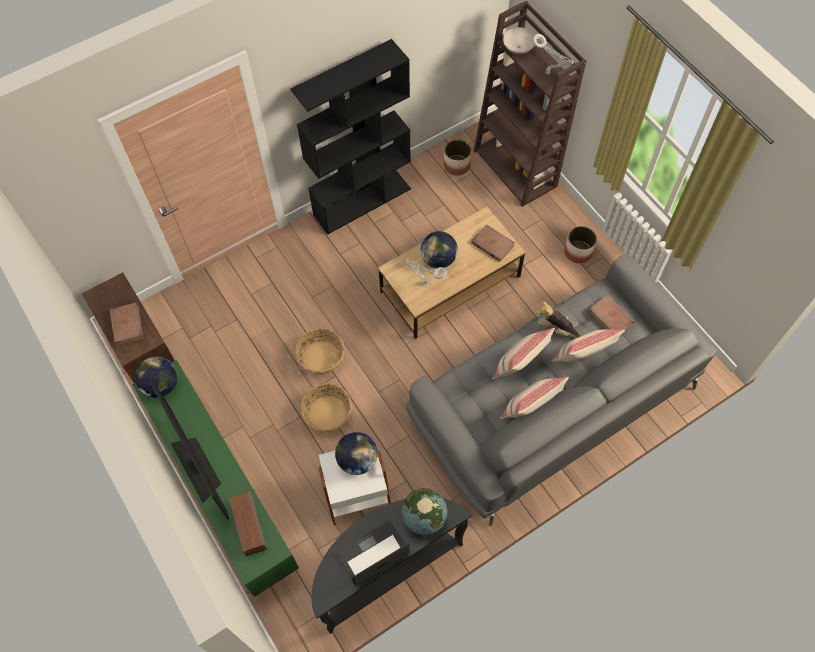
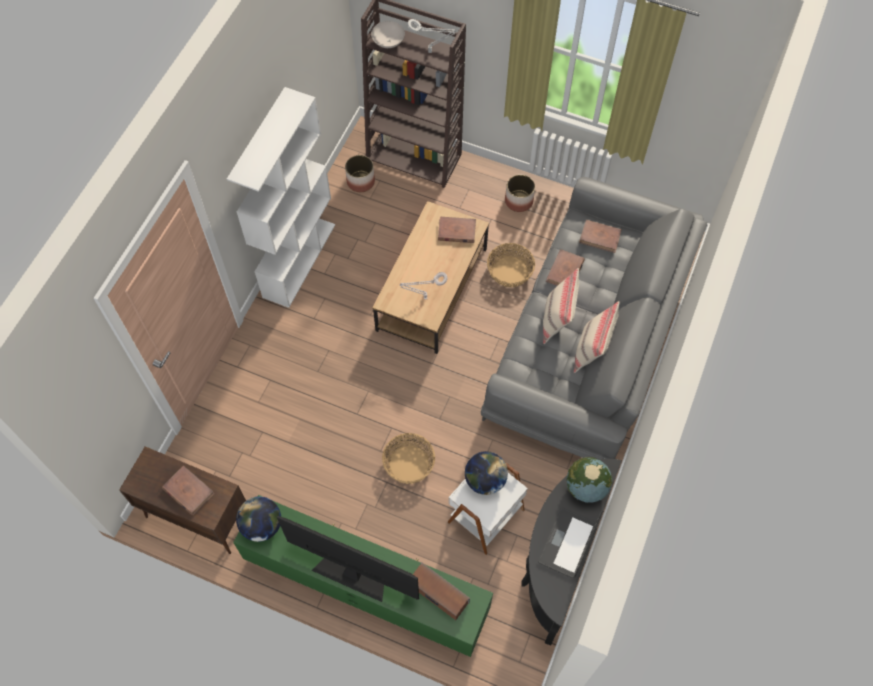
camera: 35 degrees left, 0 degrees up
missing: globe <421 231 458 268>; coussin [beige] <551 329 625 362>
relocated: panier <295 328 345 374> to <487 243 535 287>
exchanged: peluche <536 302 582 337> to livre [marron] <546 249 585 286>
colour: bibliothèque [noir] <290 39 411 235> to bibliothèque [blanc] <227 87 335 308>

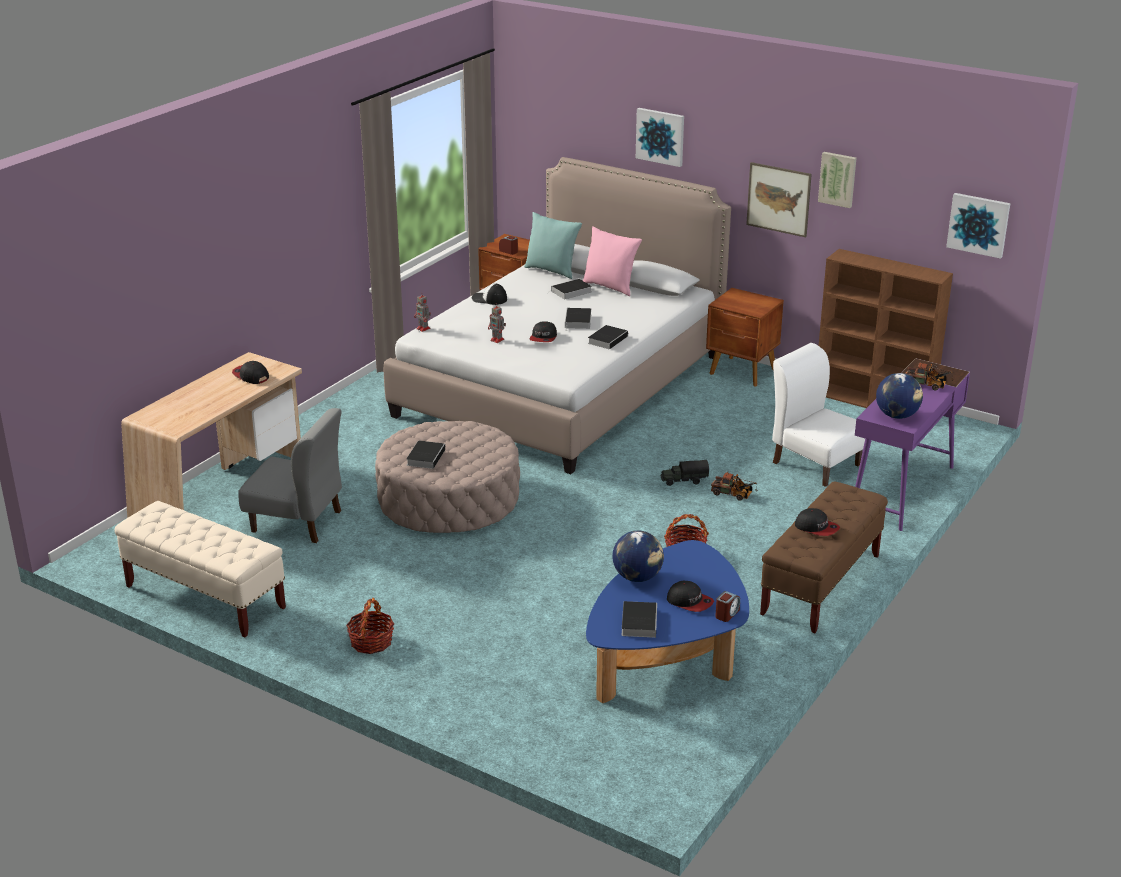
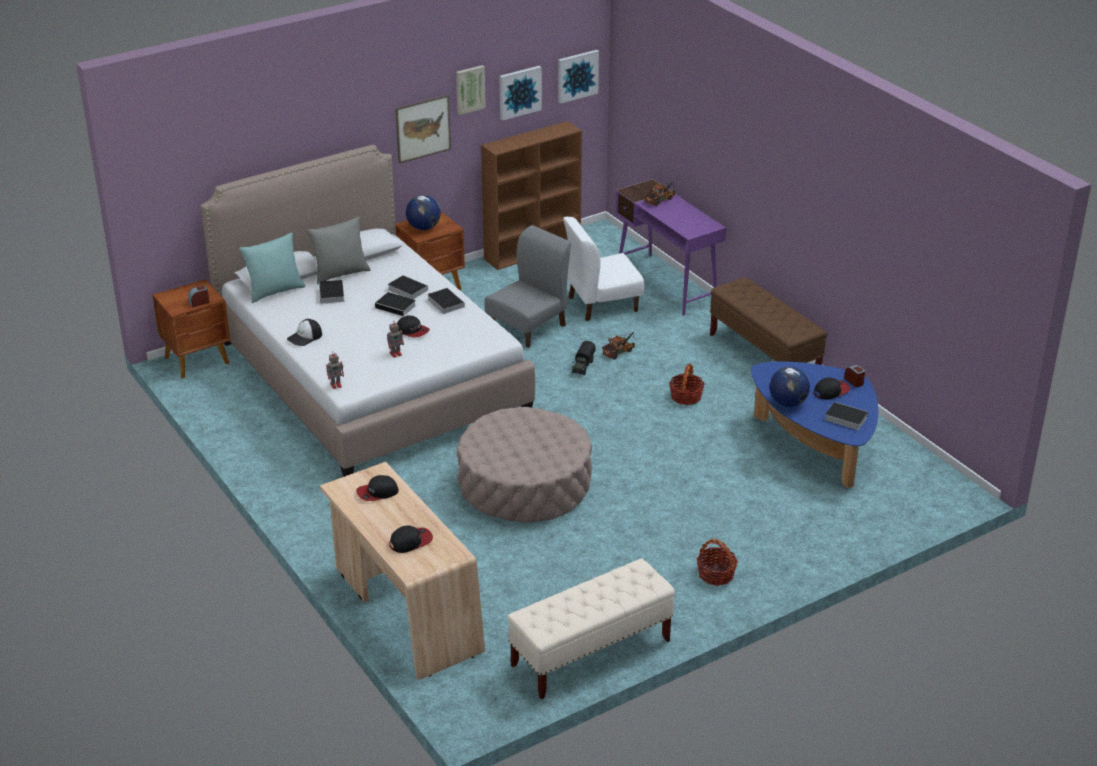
camera: 65 degrees left, 5 degrees up
relocated: tableau <636 108 684 167> to <499 66 542 121>; globe <876 373 923 419> to <406 195 441 230>; chaise [gris] <238 408 342 543> to <484 225 571 348>; livre <406 441 445 469> to <388 275 428 299>; casquette <795 508 840 536> to <389 525 433 553>
colour: coussin [rose] <583 226 642 296> to coussin [gris] <307 217 370 284>

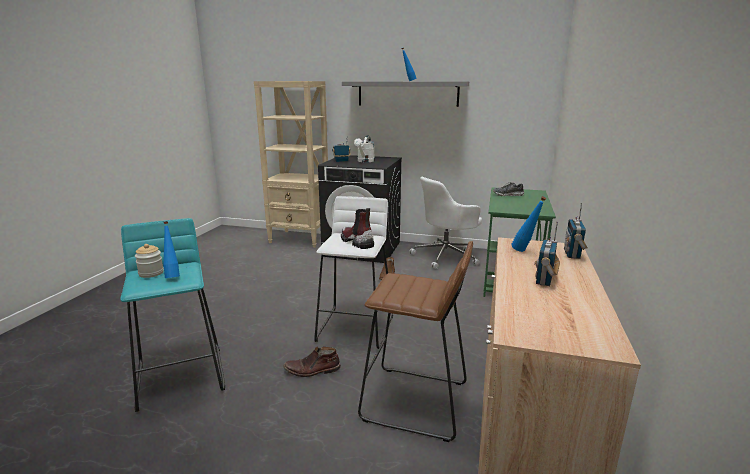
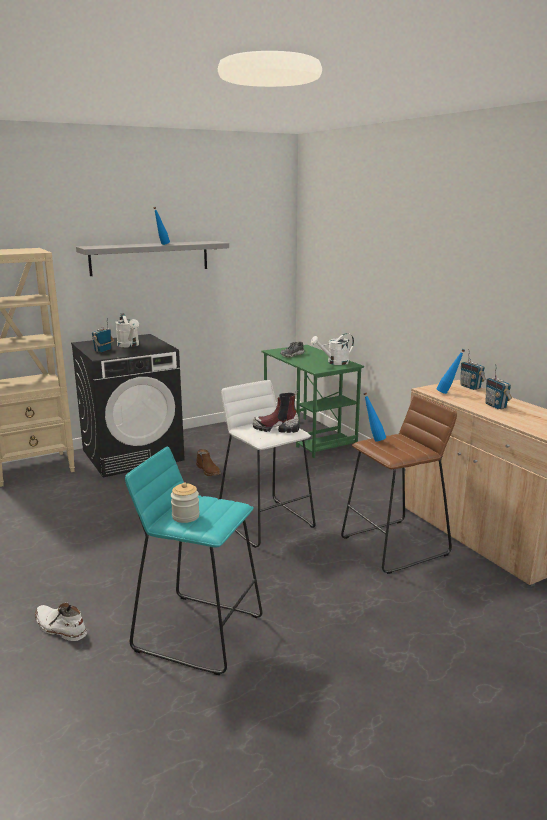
camera: 45 degrees left, 0 degrees up
missing: chaise de bureau [blanc] <409 176 482 269>; botte [marron] <283 347 341 377>
appeared: arrosoir [blanc] <311 333 354 365>; botte [blanc] <35 603 87 641>
relocated: bouteille [bleu] <163 221 180 278> to <363 392 386 442>

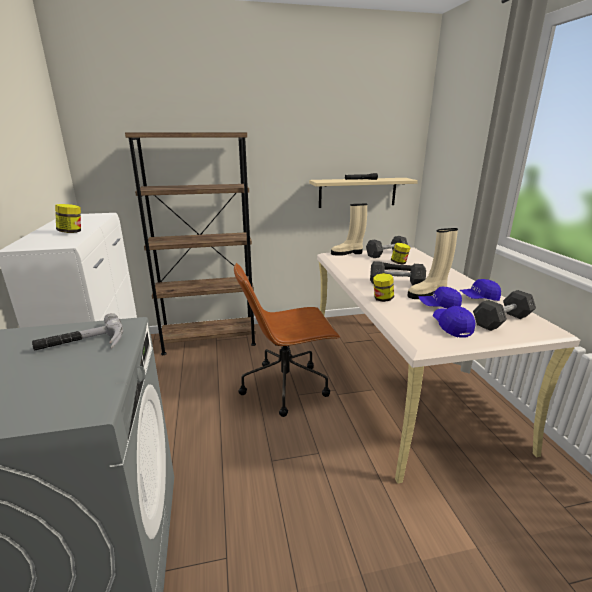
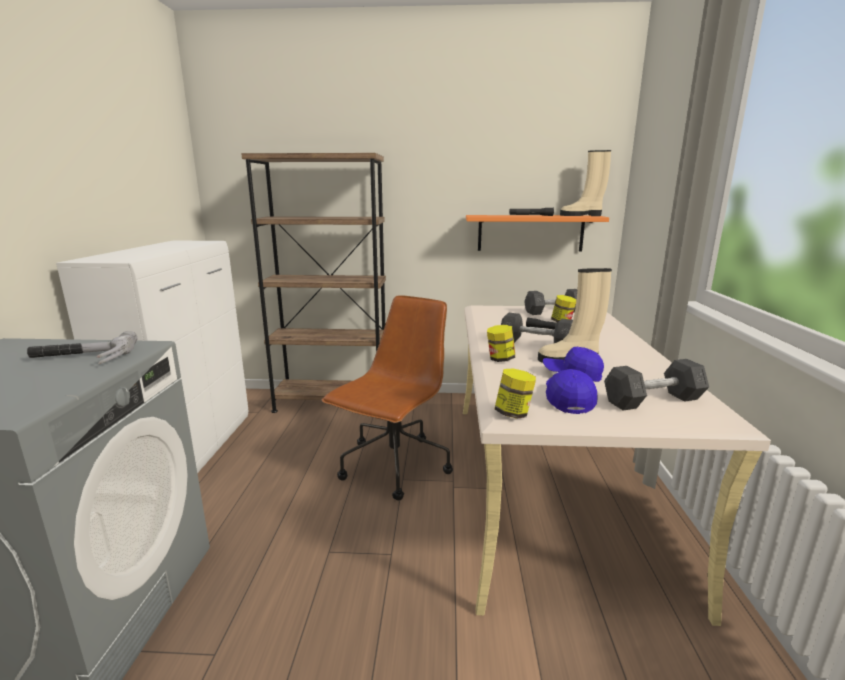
camera: 15 degrees right, 5 degrees down
missing: casquette [bleu] <460 279 501 301>
relocated: bocal <55 204 81 233> to <495 368 536 419>; botte [beige] <331 204 367 256> to <560 150 611 216>
colour: étagère [beige] <309 178 418 208> to étagère [orange] <466 215 609 251>
spun: chaise de bureau [marron] <234 263 340 417> = <322 295 453 501> 120 degrees clockwise

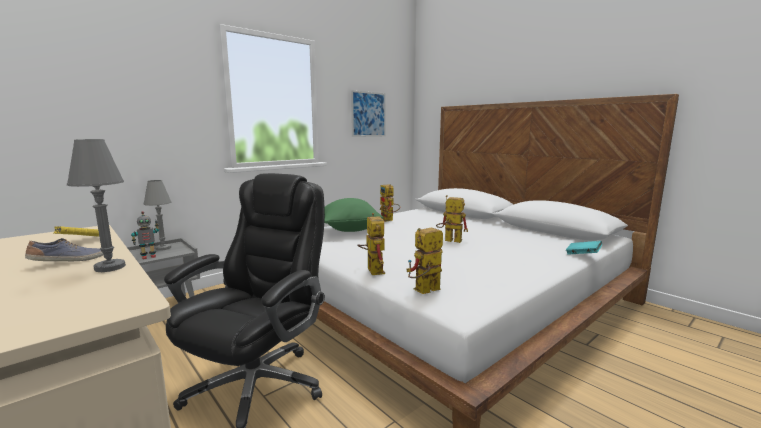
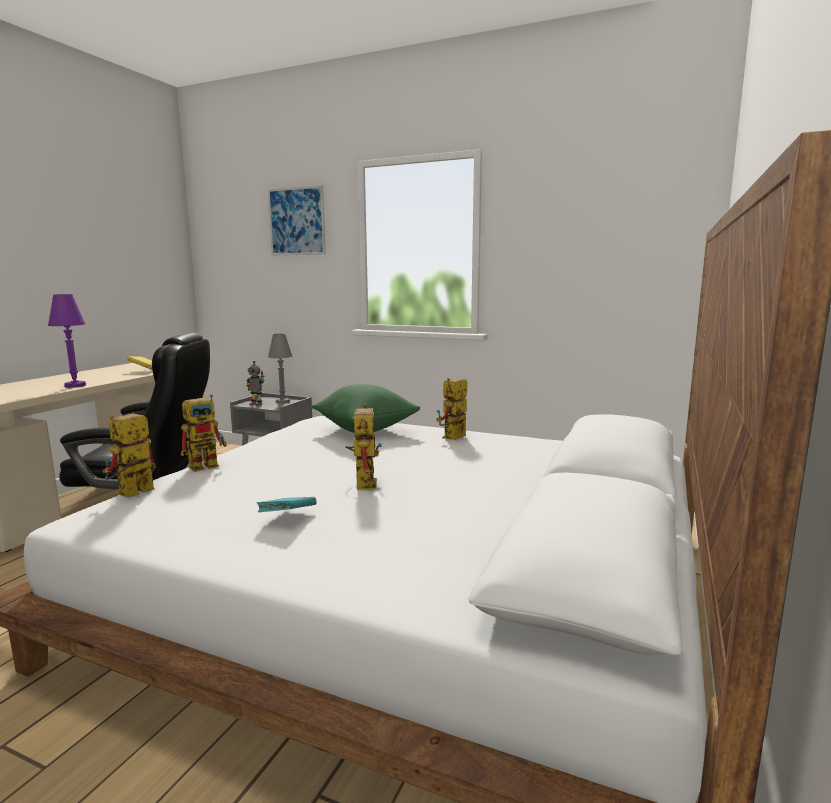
camera: 65 degrees right, 0 degrees up
missing: chaussure <25 238 103 261>
relocated: tableau <351 91 386 137> to <268 185 326 256>; livre [turquoise] <566 241 602 255> to <257 497 317 512>
colour: lampe de table [gris] <67 139 126 272> to lampe de table [violet] <48 294 86 388>
spun: robot jouet <406 228 443 294> = <102 414 156 497> 90 degrees counterclockwise

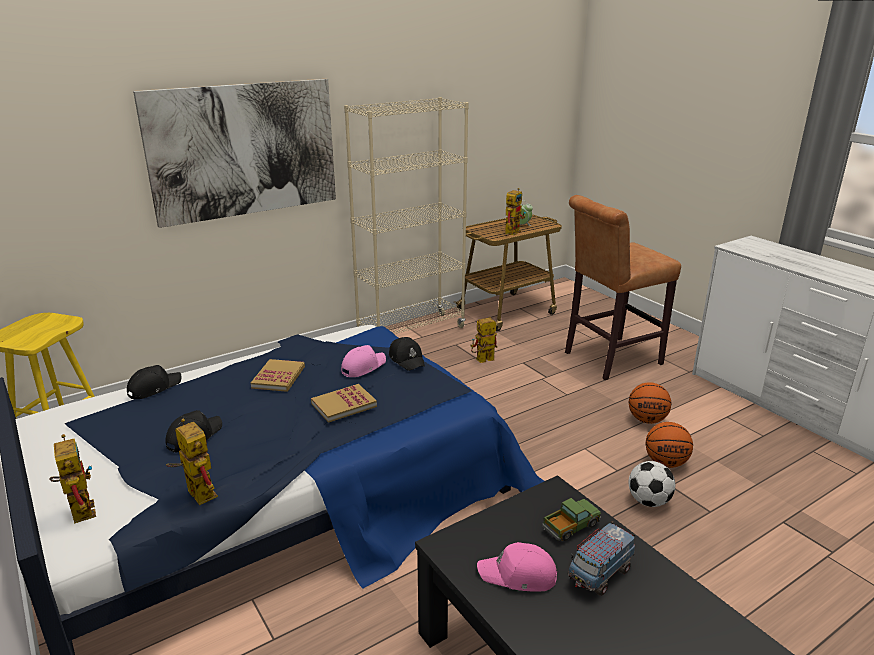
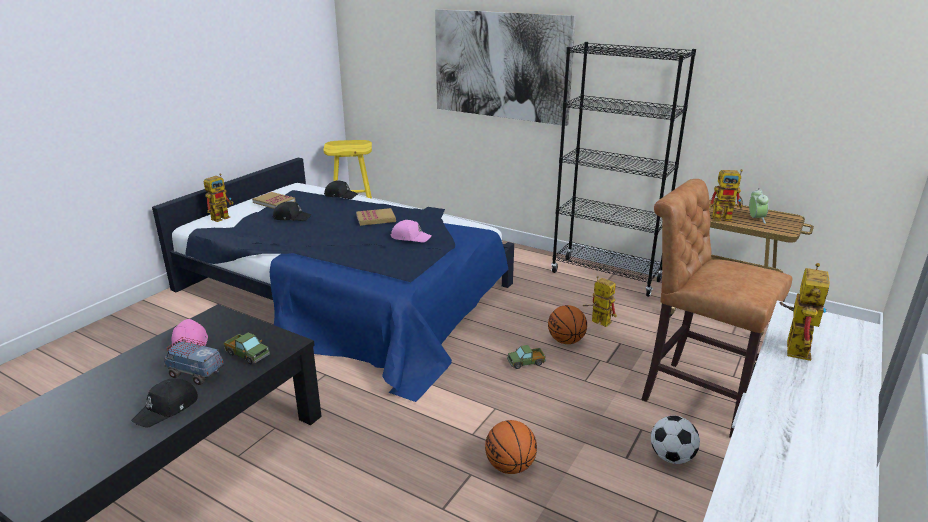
camera: 65 degrees right, 0 degrees up
appeared: camion jouet <507 345 546 369>
relocated: casquette [noir] <389 337 425 371> to <131 378 198 428>; ballon de basket <629 382 671 424> to <548 305 587 344>; livre <311 384 377 423> to <252 192 295 209>; robot jouet <166 419 218 505> to <780 263 830 361>; ballon de foot <629 461 675 507> to <651 416 700 464>
colour: bibliothèque [beige] <344 97 469 334> to bibliothèque [noir] <551 42 696 297>

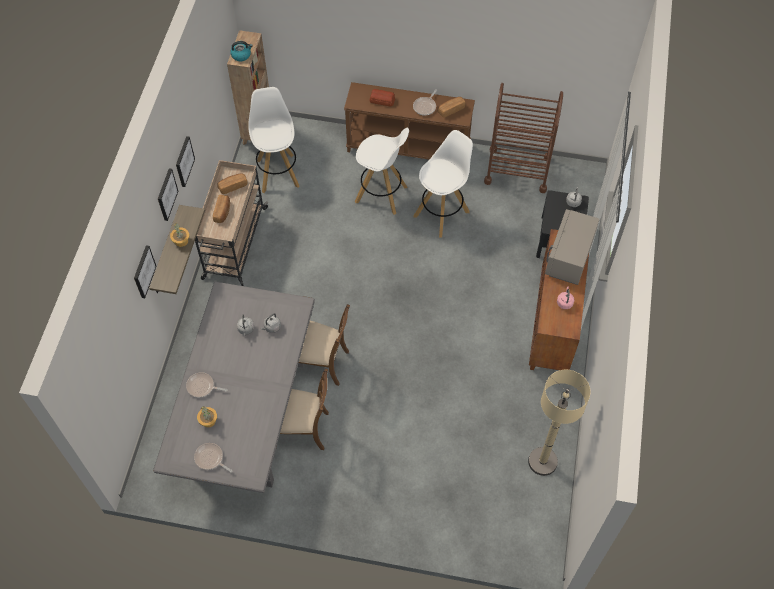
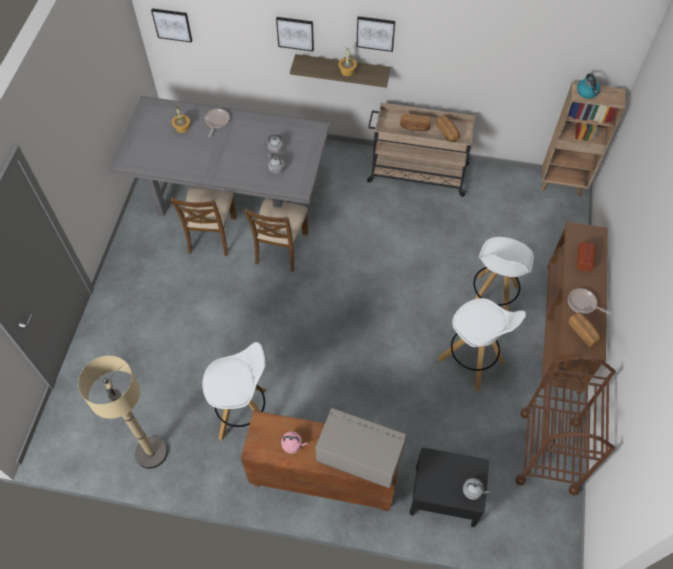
camera: 90 degrees right, 0 degrees up
missing: poêle <194 443 232 472>
relocated: tabouret [blanc] <248 87 299 193> to <202 342 266 441>; tableau <176 136 195 187> to <151 8 192 43>

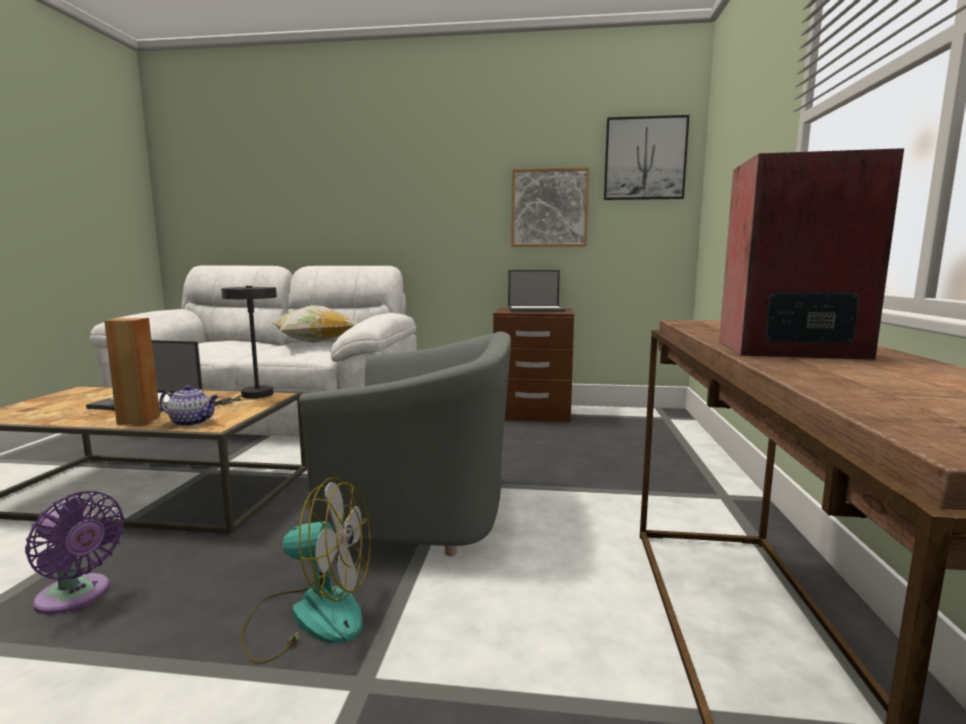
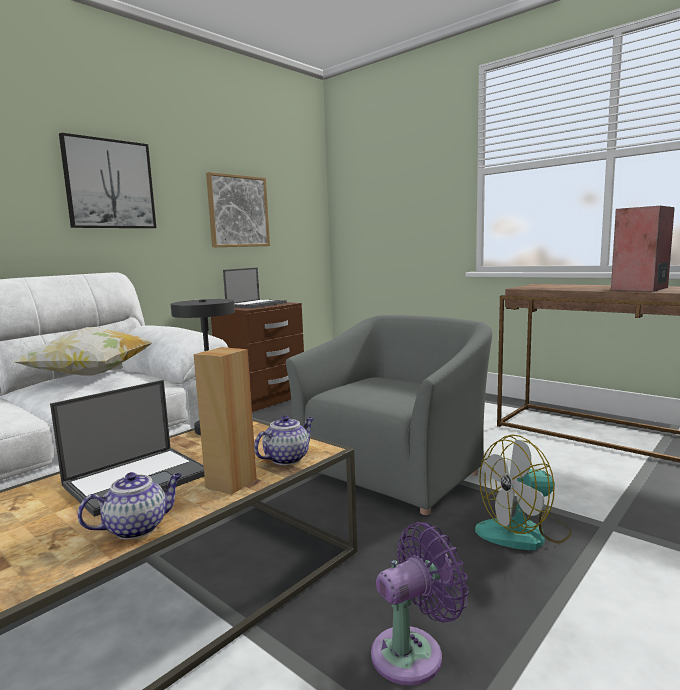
camera: 55 degrees left, 0 degrees up
appeared: théière <78 472 182 540>
relocated: tableau <604 115 689 200> to <59 133 156 228>
spun: ventilateur <241 477 371 664> = <475 434 572 550> 150 degrees counterclockwise

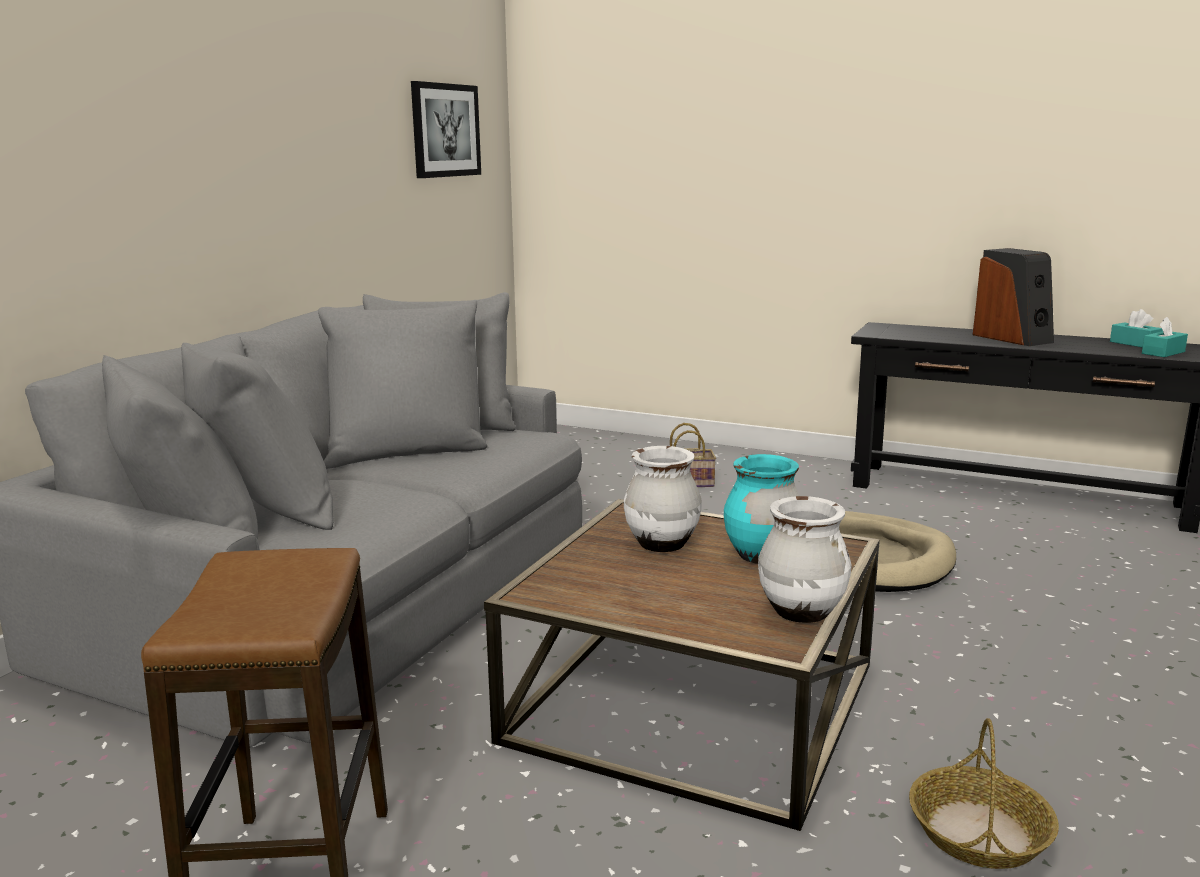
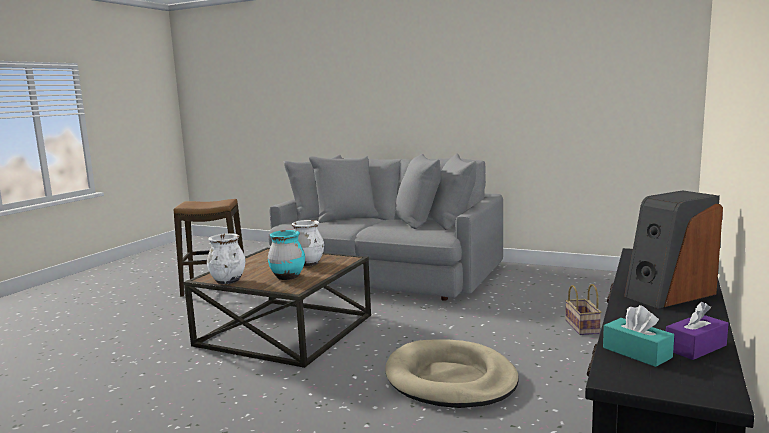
camera: 90 degrees right, 5 degrees down
missing: tableau <411 81 481 178>; panier <909 718 1059 869>
colour: boîte à mouchoirs [turquoise] <1110 309 1163 347> to boîte à mouchoirs [violet] <666 302 729 360>

